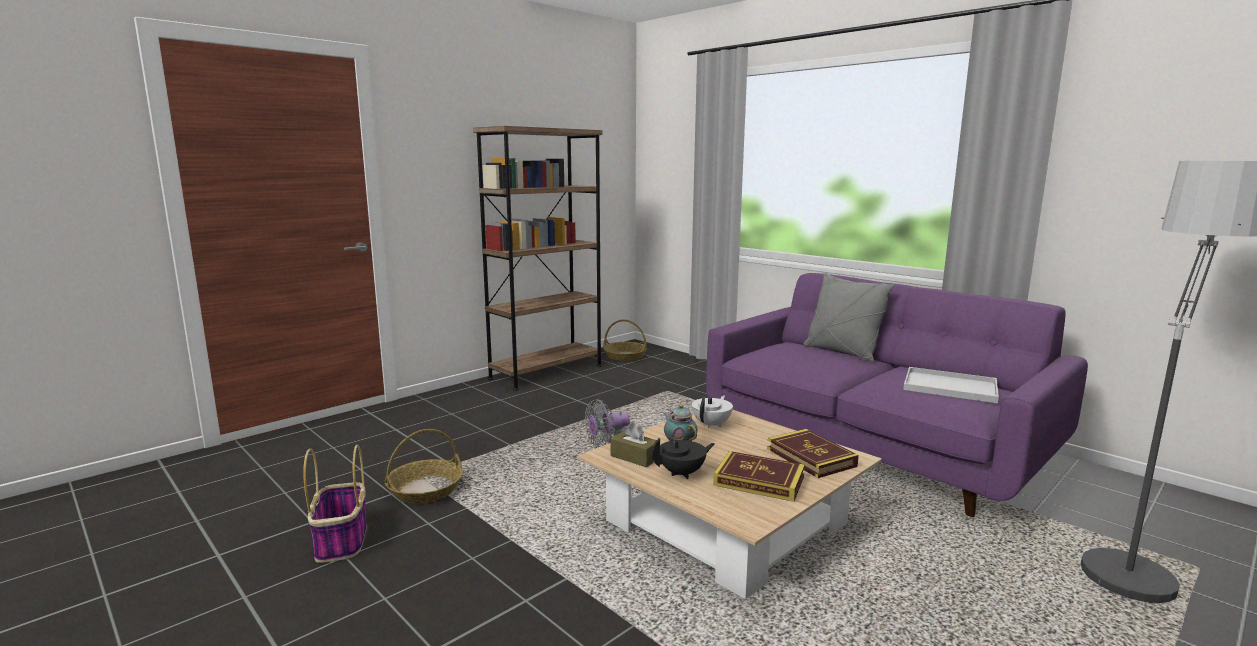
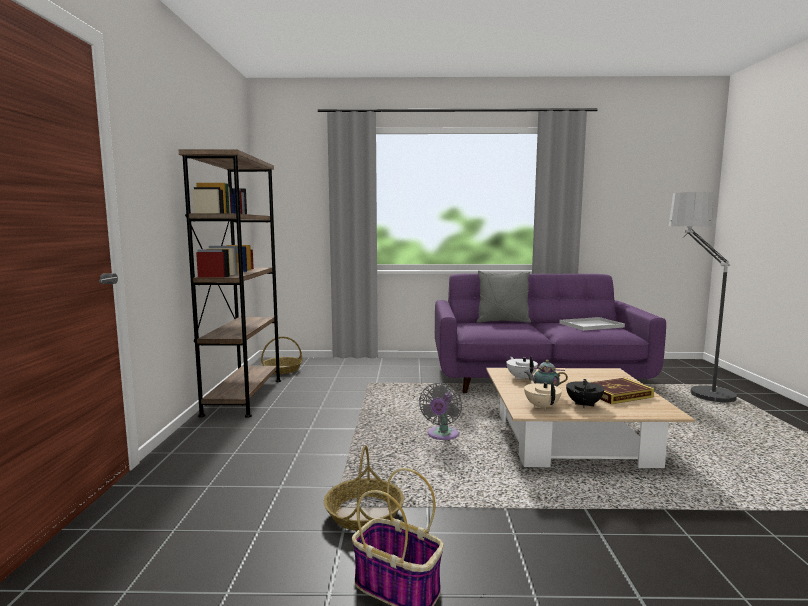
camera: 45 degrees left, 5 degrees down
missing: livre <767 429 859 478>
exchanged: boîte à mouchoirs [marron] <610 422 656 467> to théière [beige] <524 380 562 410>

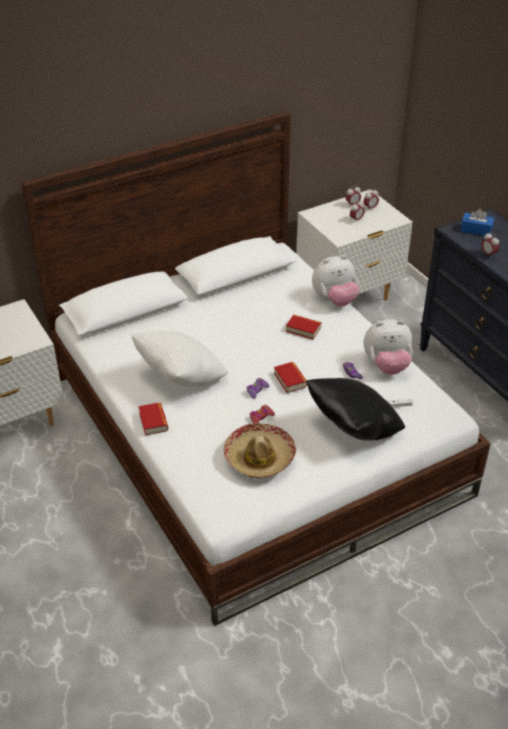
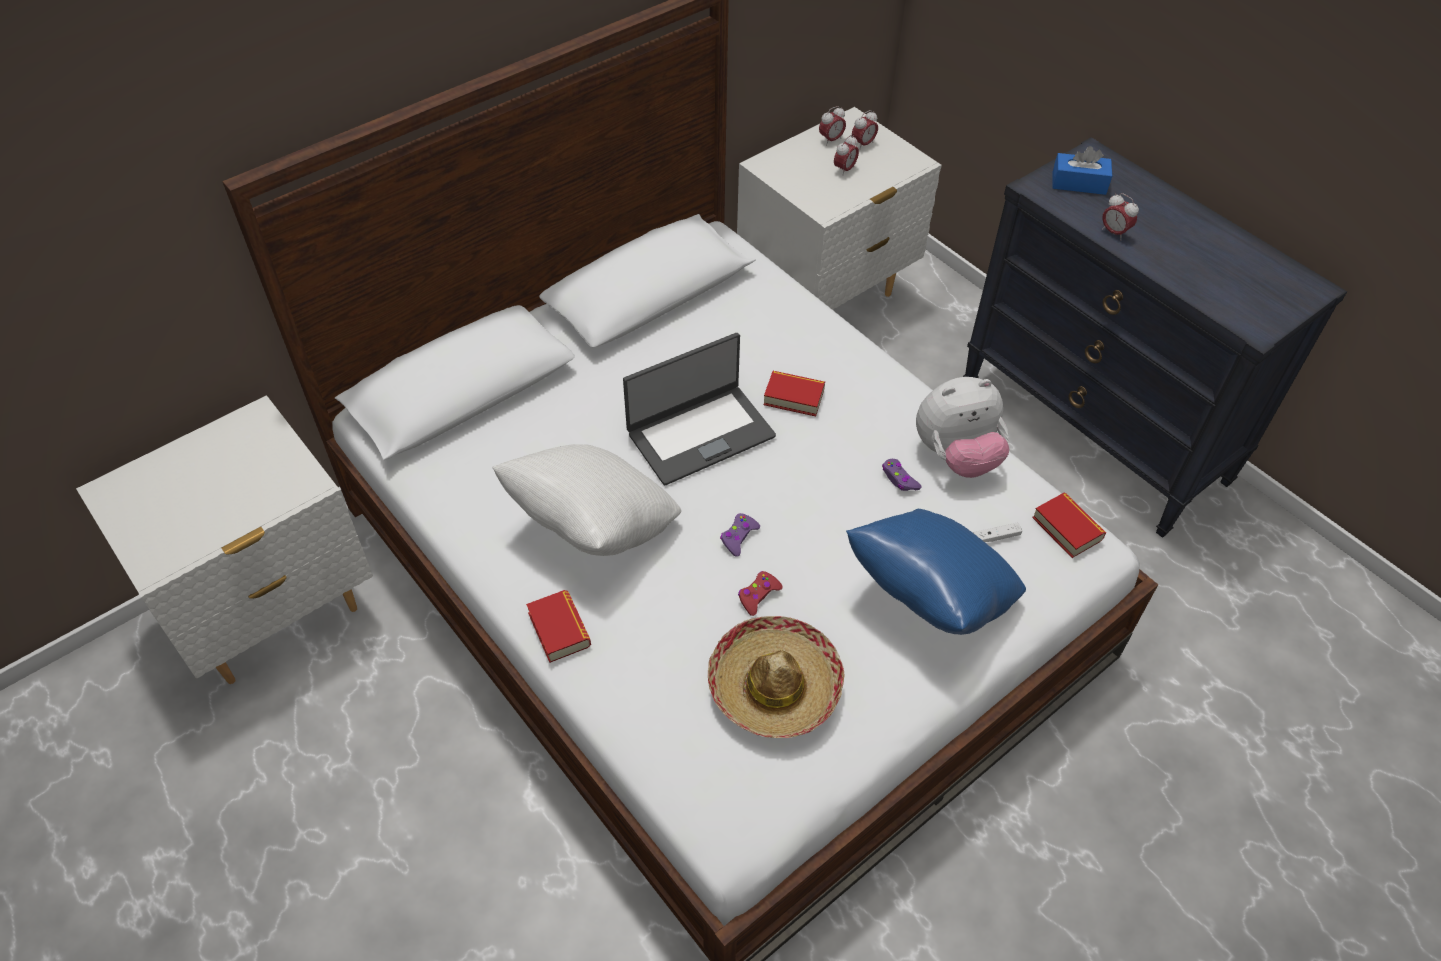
camera: 10 degrees left, 10 degrees up
missing: peluche <312 255 359 306>
appeared: ordinateur portable <623 333 776 485>
relocated: livre <274 362 307 393> to <1032 493 1106 558>
colour: coussin [noir] <306 378 405 440> to coussin [bleu] <846 509 1026 635>

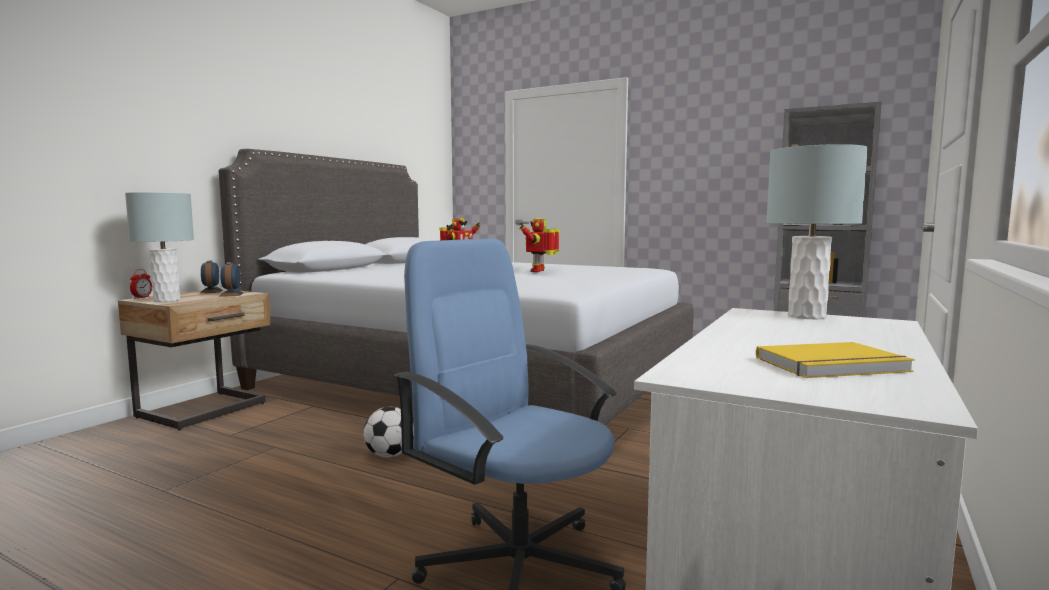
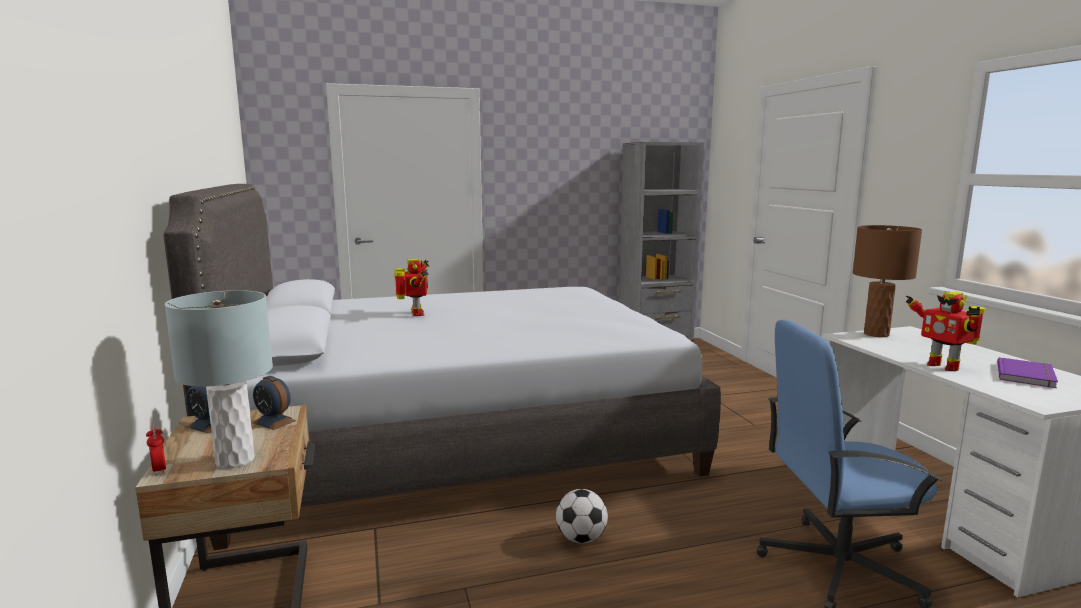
camera: 45 degrees left, 5 degrees up
relocated: robot jouet <520 219 559 272> to <906 292 985 371>
colour: lampe de table [gris] <766 144 868 319> to lampe de table [marron] <852 225 922 337>; livre [jaune] <756 342 915 378> to livre [violet] <997 357 1058 388>

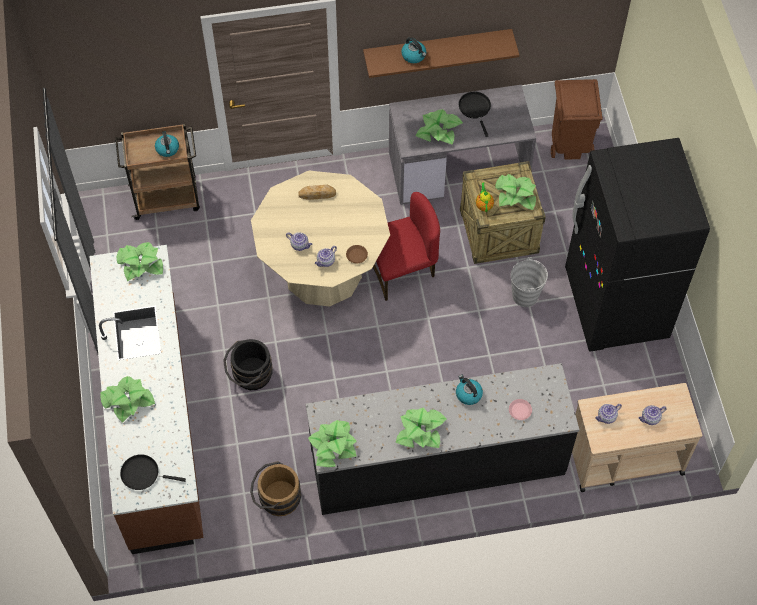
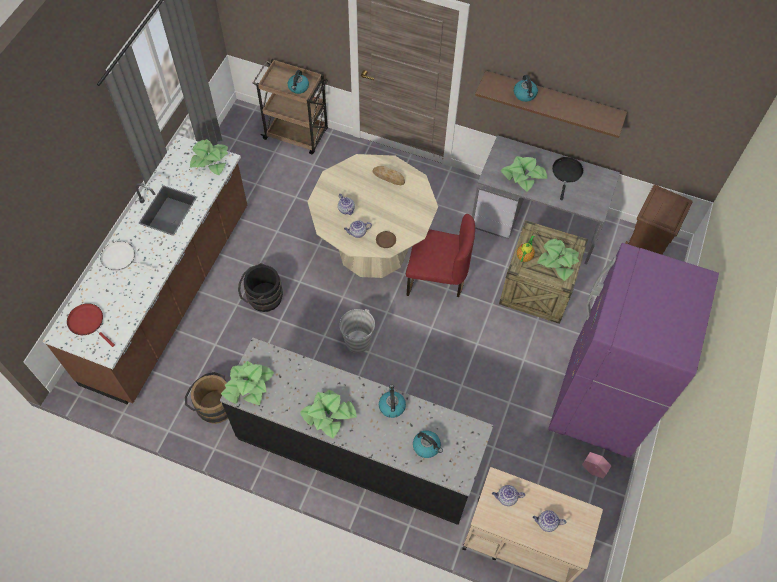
camera: 30 degrees right, 0 degrees up
appeared: cache-pot [rose] <582 452 611 478>
relocated: seau [gris] <511 257 548 307> to <340 309 375 353>
exchanged: plante en pot <100 376 155 423> to poêle [blanc] <100 241 156 271>; assiette [rose] <509 399 532 420> to bouilloire <413 431 443 458>
colour: réfrigérateur [noir] <565 138 710 352> to réfrigérateur [violet] <548 243 719 458>; poêle [noir] <120 454 186 490> to poêle [rouge] <67 303 115 347>

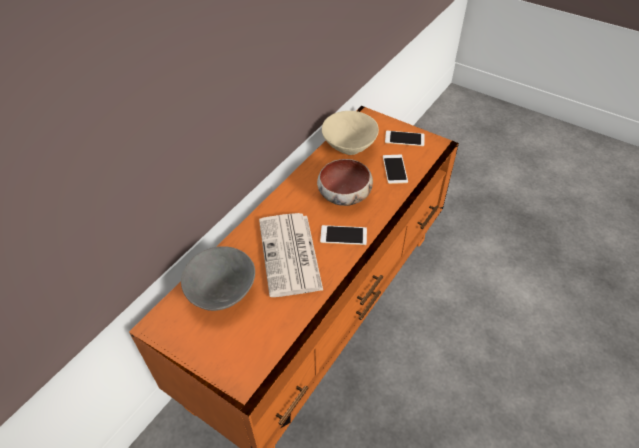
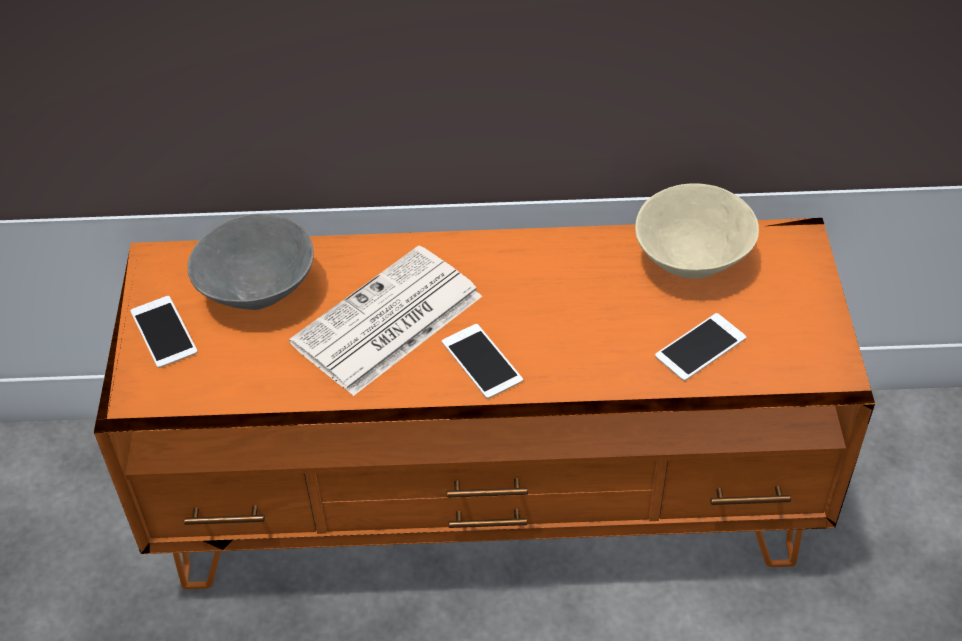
camera: 55 degrees right, 0 degrees up
missing: bol <317 159 373 206>
relocated: téléphone <385 131 425 146> to <130 296 198 368>

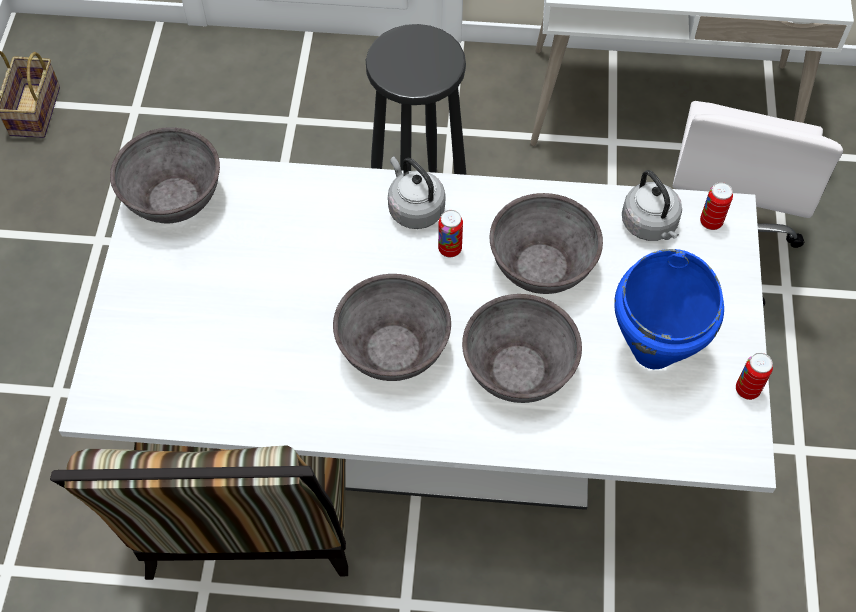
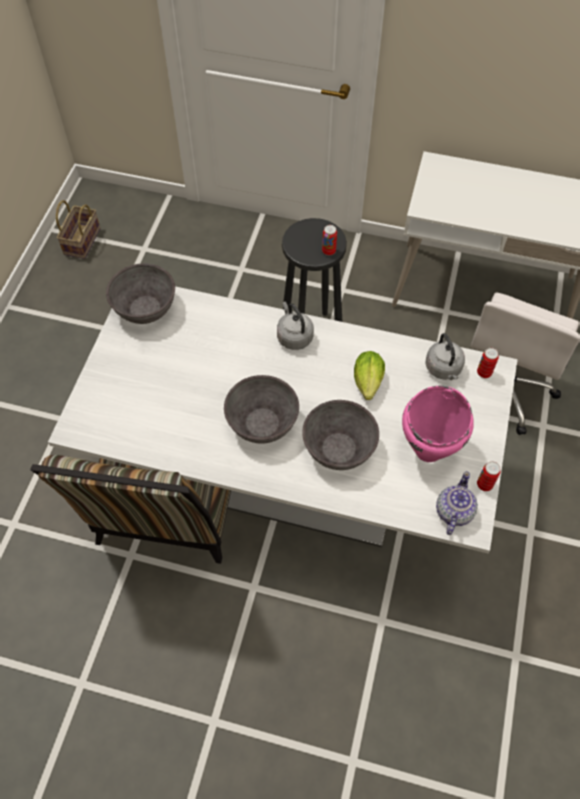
camera: 10 degrees right, 0 degrees up
appeared: théière <436 471 478 535>
relocated: boîte métallique <438 210 463 257> to <322 225 337 255>
exchanged: bol [gris] <490 193 603 294> to laitue <354 351 385 400>
colour: marmite [bleu] <615 249 724 369> to marmite [rose] <402 386 474 462>

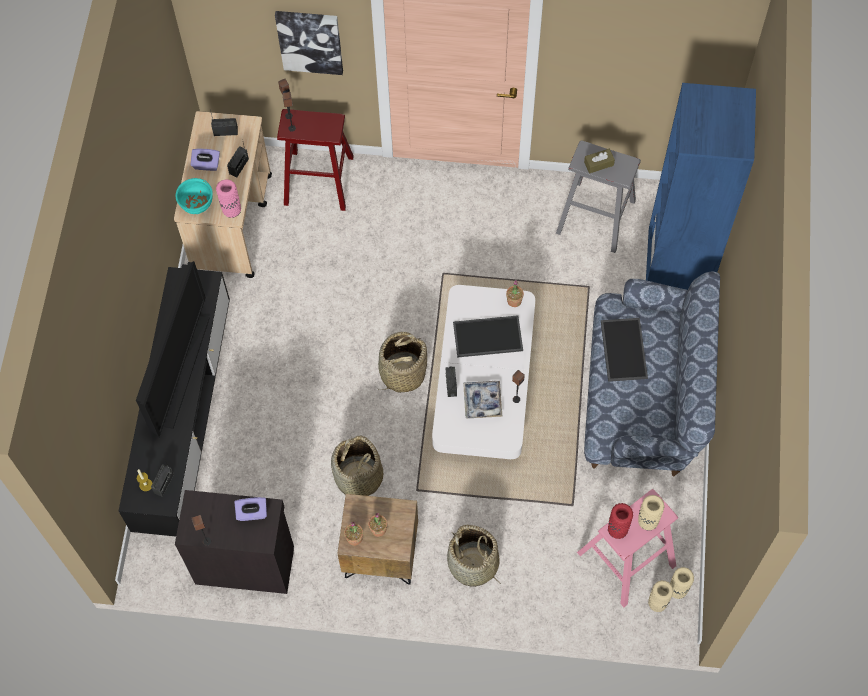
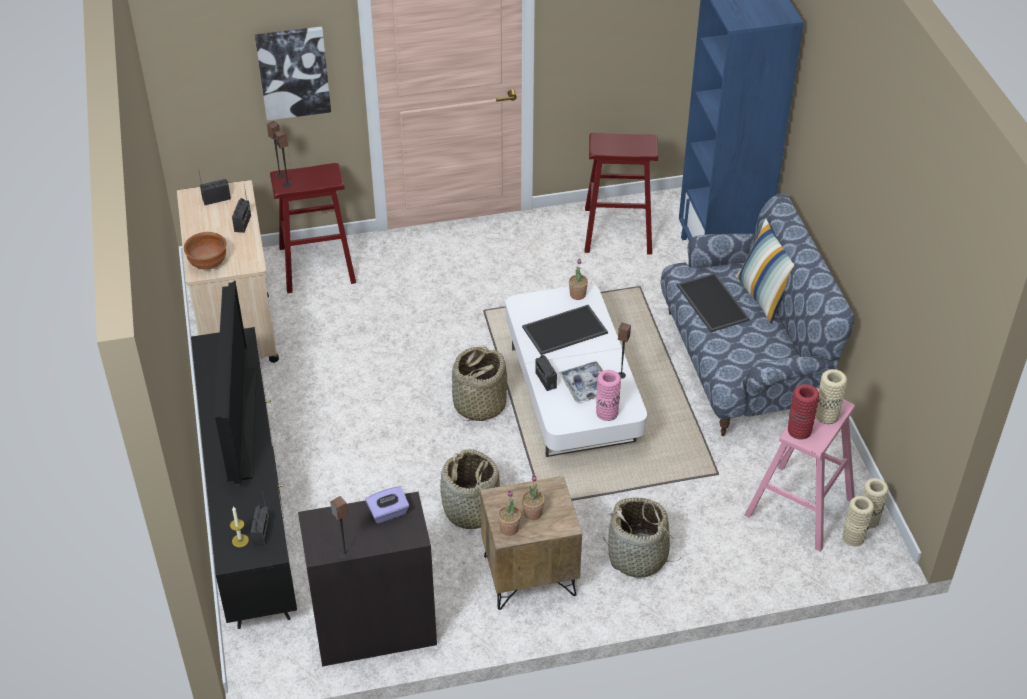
camera: 20 degrees left, 20 degrees down
missing: boîte à mouchoirs [violet] <190 149 220 171>; boîte à mouchoirs [marron] <584 149 615 173>
appeared: coussin <736 218 794 323>
relocated: vase [rose] <216 179 241 218> to <596 370 621 421>
colour: tabouret [gris] <556 140 641 253> to tabouret [rouge] <584 133 658 255>; bol [turquoise] <176 178 213 214> to bol [marron] <184 232 226 270>

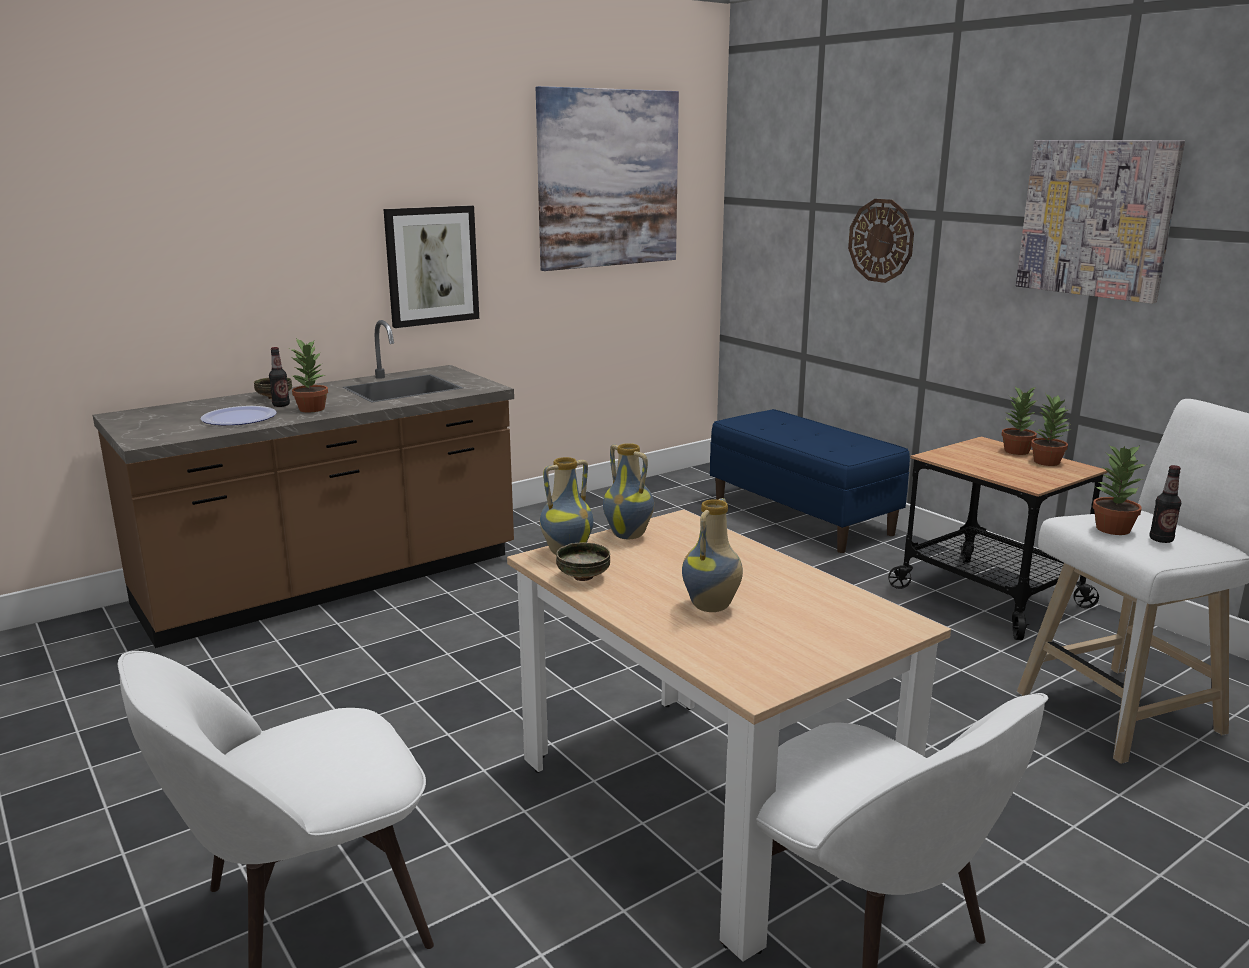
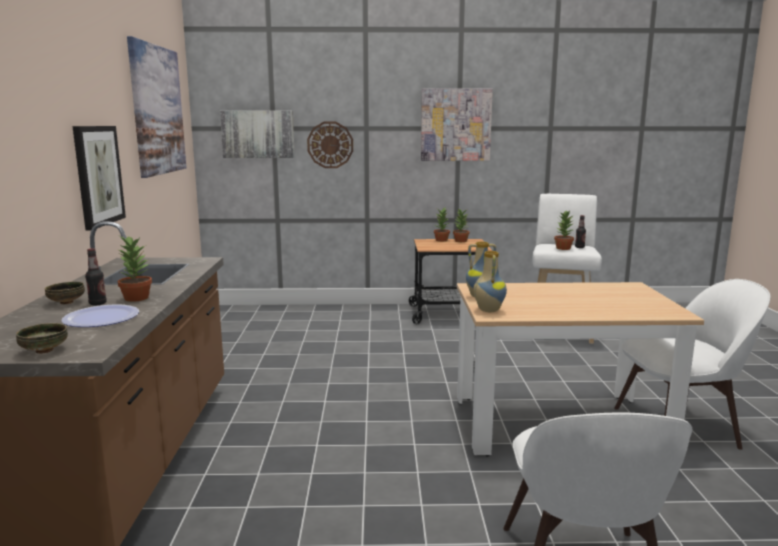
camera: 55 degrees left, 5 degrees down
missing: banc [bleu] <710 409 910 553>; vase <682 498 743 612>
appeared: tableau <220 111 295 158>
relocated: bol <556 543 610 581> to <16 323 68 354>

